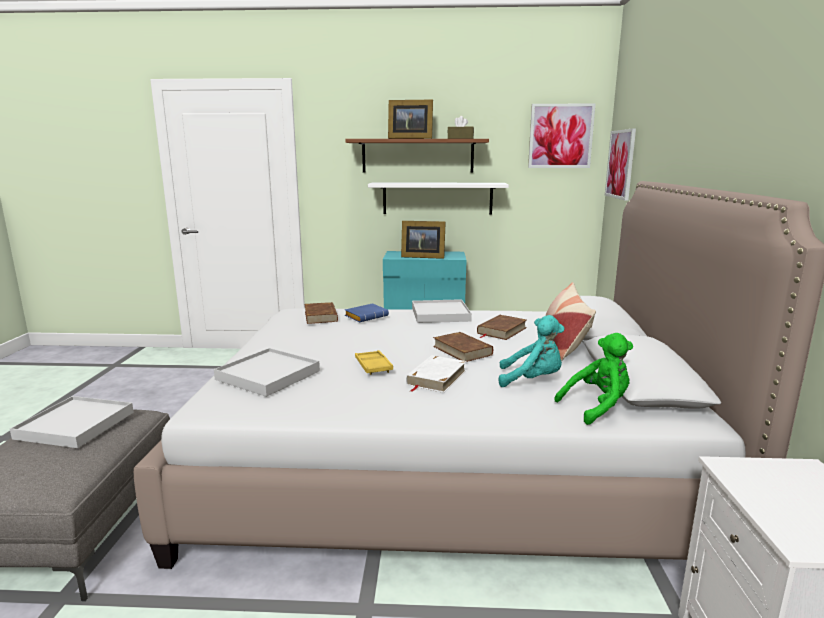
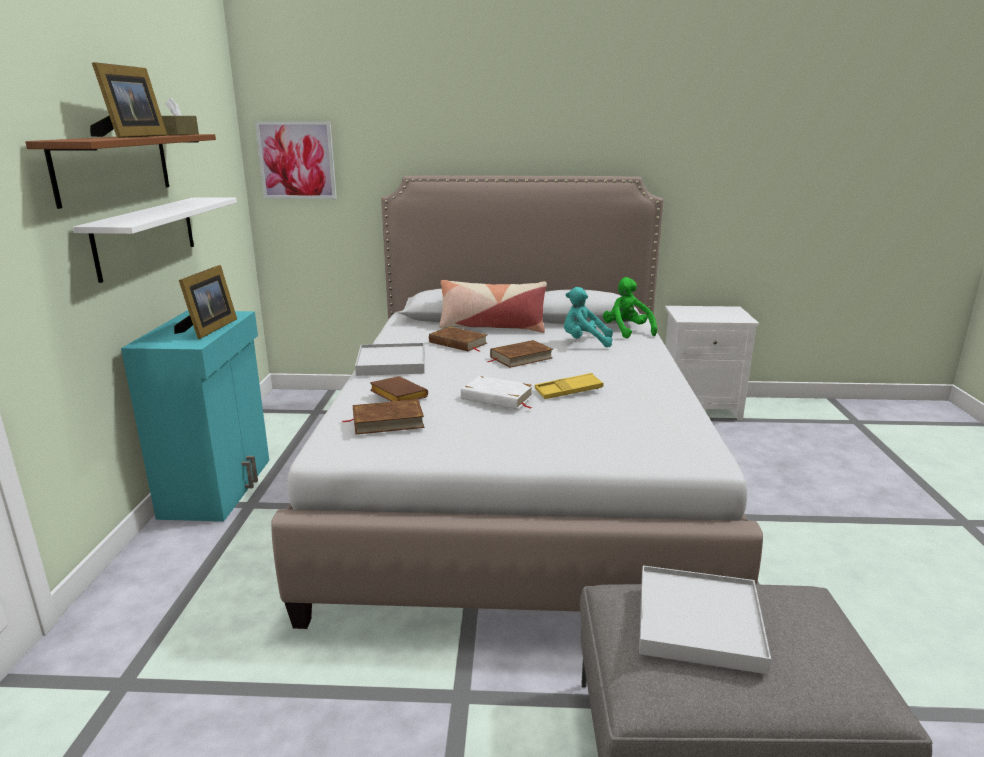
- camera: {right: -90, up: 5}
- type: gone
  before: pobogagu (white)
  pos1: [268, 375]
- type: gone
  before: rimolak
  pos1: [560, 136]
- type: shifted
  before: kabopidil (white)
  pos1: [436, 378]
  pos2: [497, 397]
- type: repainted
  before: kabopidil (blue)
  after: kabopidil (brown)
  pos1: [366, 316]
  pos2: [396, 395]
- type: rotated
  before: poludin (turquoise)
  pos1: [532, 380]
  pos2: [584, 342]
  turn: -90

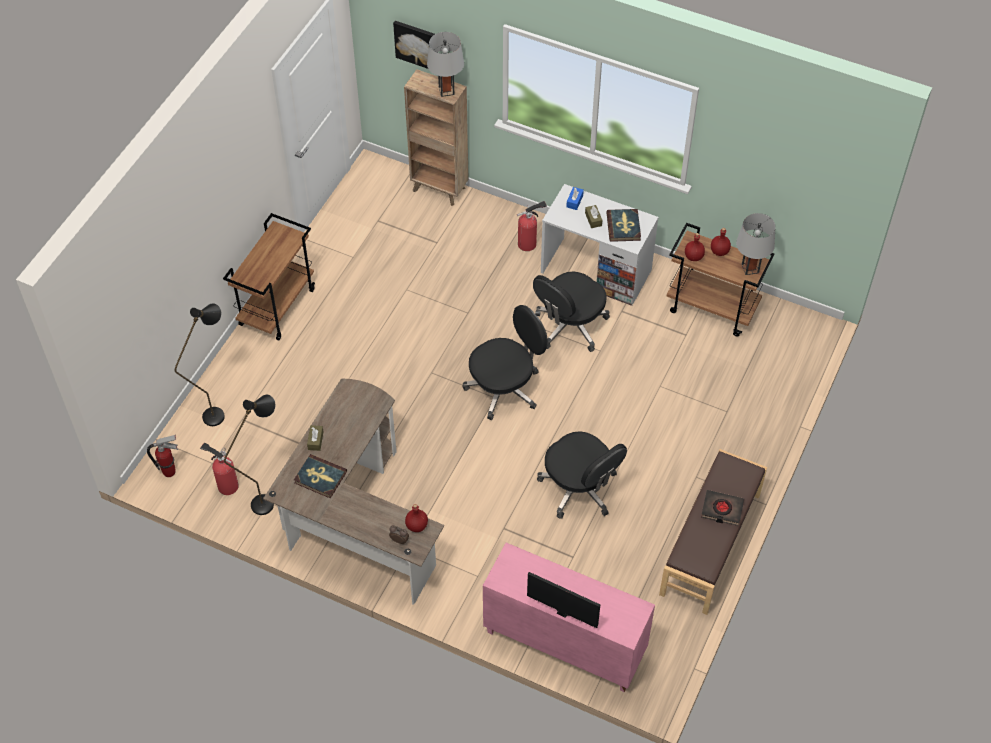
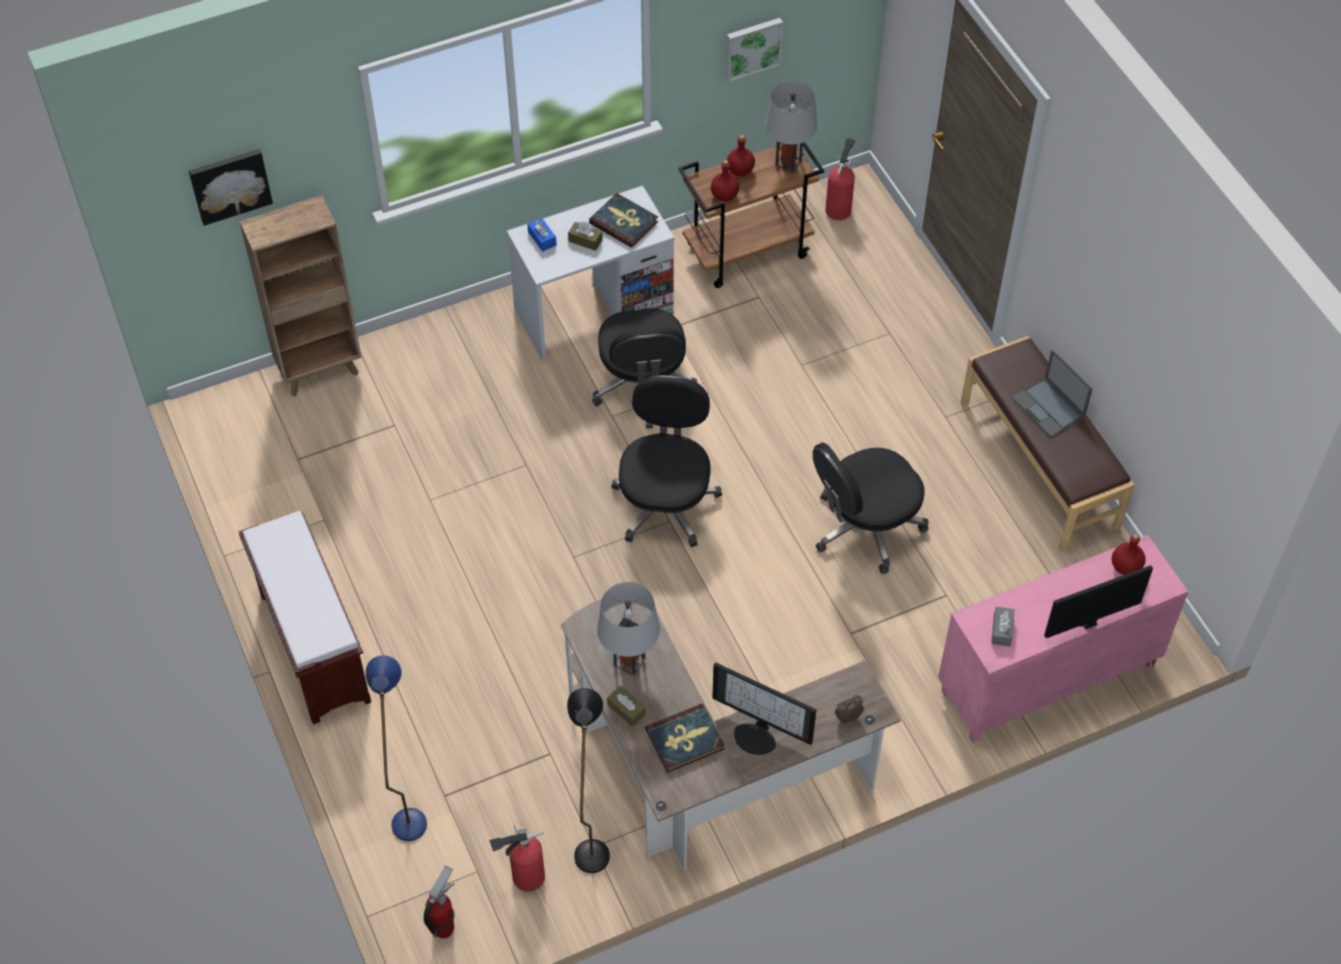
- camera: {right: -50, up: 0}
- type: new
  after: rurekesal
  pos2: [757, 735]
- type: new
  after: rimolak
  pos2: [752, 47]
- type: new
  after: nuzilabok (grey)
  pos2: [1002, 630]
- type: shifted
  before: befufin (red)
  pos1: [416, 525]
  pos2: [1125, 567]
- type: shifted
  before: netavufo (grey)
  pos1: [446, 90]
  pos2: [629, 661]
- type: shifted
  before: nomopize
  pos1: [529, 243]
  pos2: [839, 208]
- type: swapped
  before: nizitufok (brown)
  after: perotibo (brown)
  pos1: [277, 306]
  pos2: [313, 646]
- type: swapped
  before: kabopidil (black)
  after: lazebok
  pos1: [722, 509]
  pos2: [1049, 408]
- type: repainted
  before: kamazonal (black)
  after: kamazonal (blue)
  pos1: [220, 412]
  pos2: [408, 813]
- type: rotated
  before: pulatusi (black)
  pos1: [580, 488]
  pos2: [865, 527]
  turn: 150

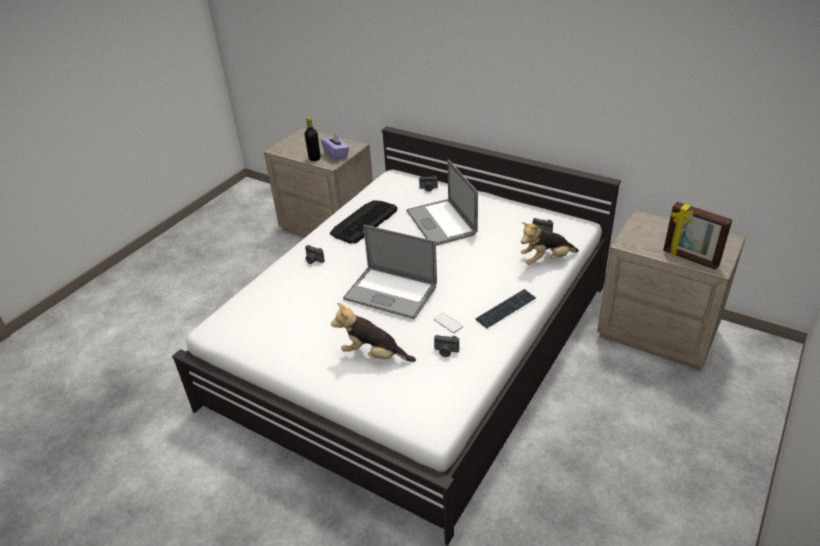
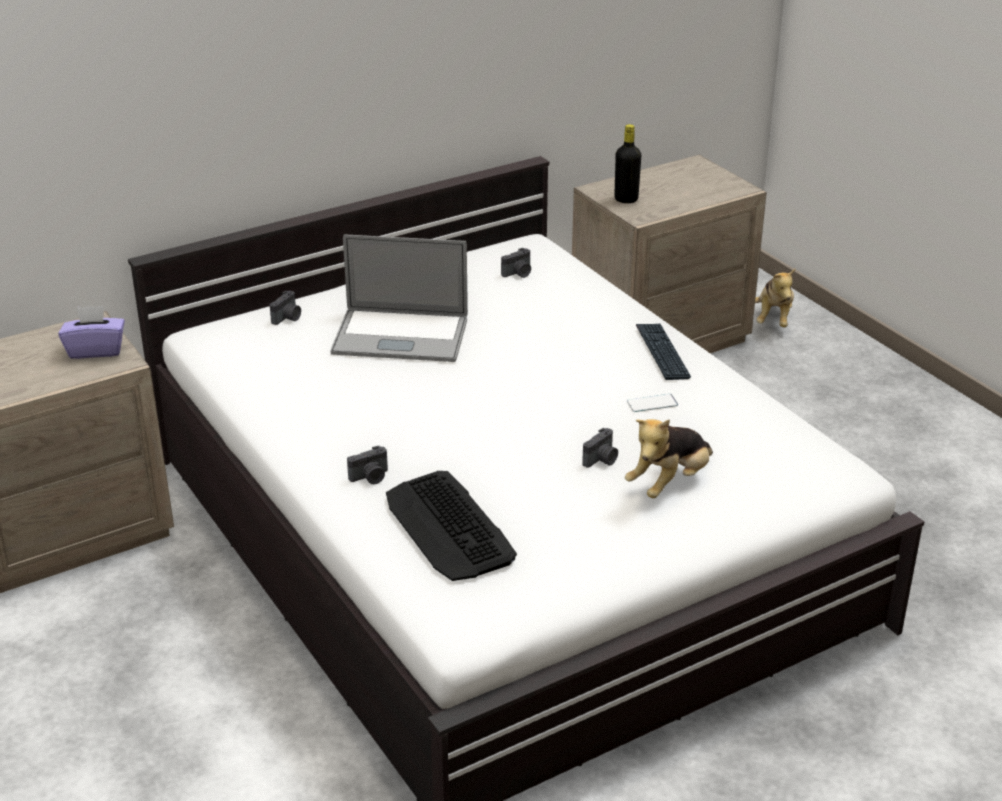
- camera: {right: -65, up: -5}
- type: gone
  before: lazebok
  pos1: [390, 292]
- type: gone
  before: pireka
  pos1: [690, 258]
- type: shifted
  before: befufin (black)
  pos1: [314, 158]
  pos2: [626, 199]
- type: shifted
  before: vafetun
  pos1: [364, 222]
  pos2: [448, 527]
- type: shifted
  before: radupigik
  pos1: [446, 351]
  pos2: [602, 460]
- type: shifted
  before: poludin
  pos1: [546, 260]
  pos2: [773, 318]

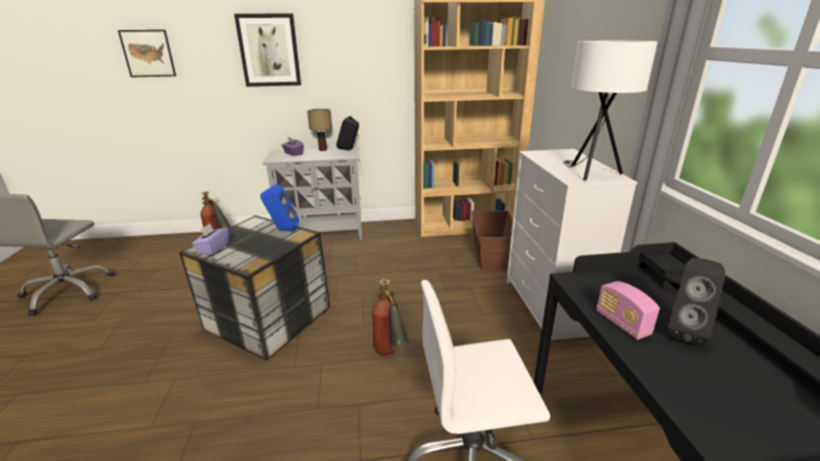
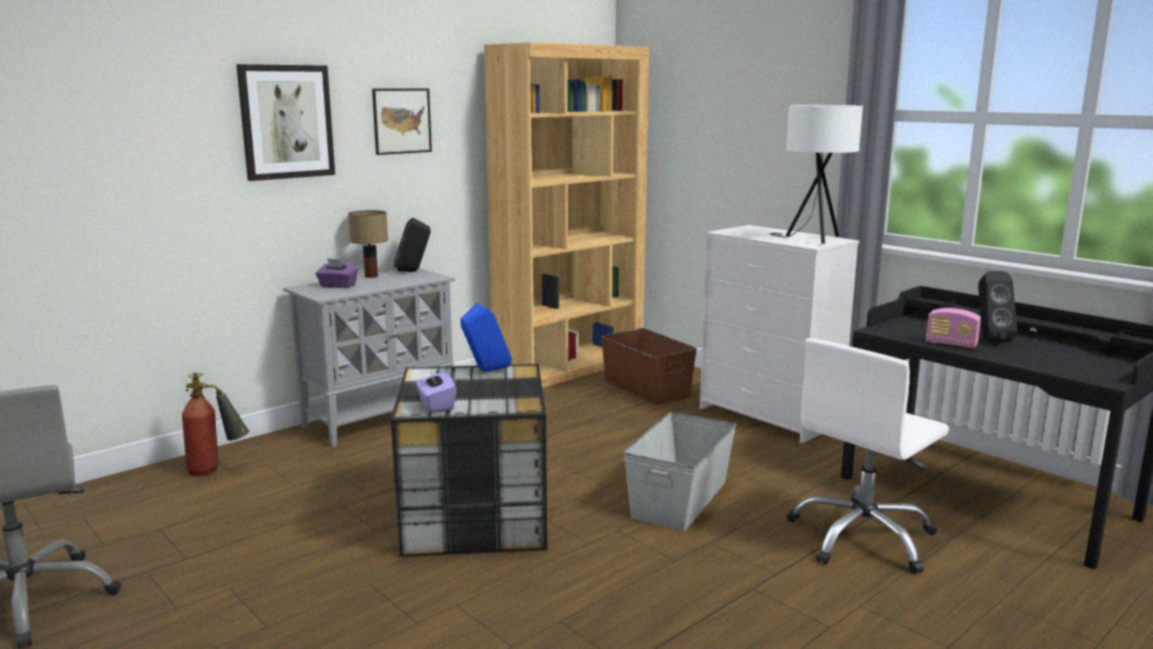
- camera: {right: -35, up: -10}
- type: shifted
  before: rimolak
  pos1: [148, 53]
  pos2: [402, 121]
- type: swapped
  before: nomopize
  after: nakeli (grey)
  pos1: [390, 355]
  pos2: [678, 499]

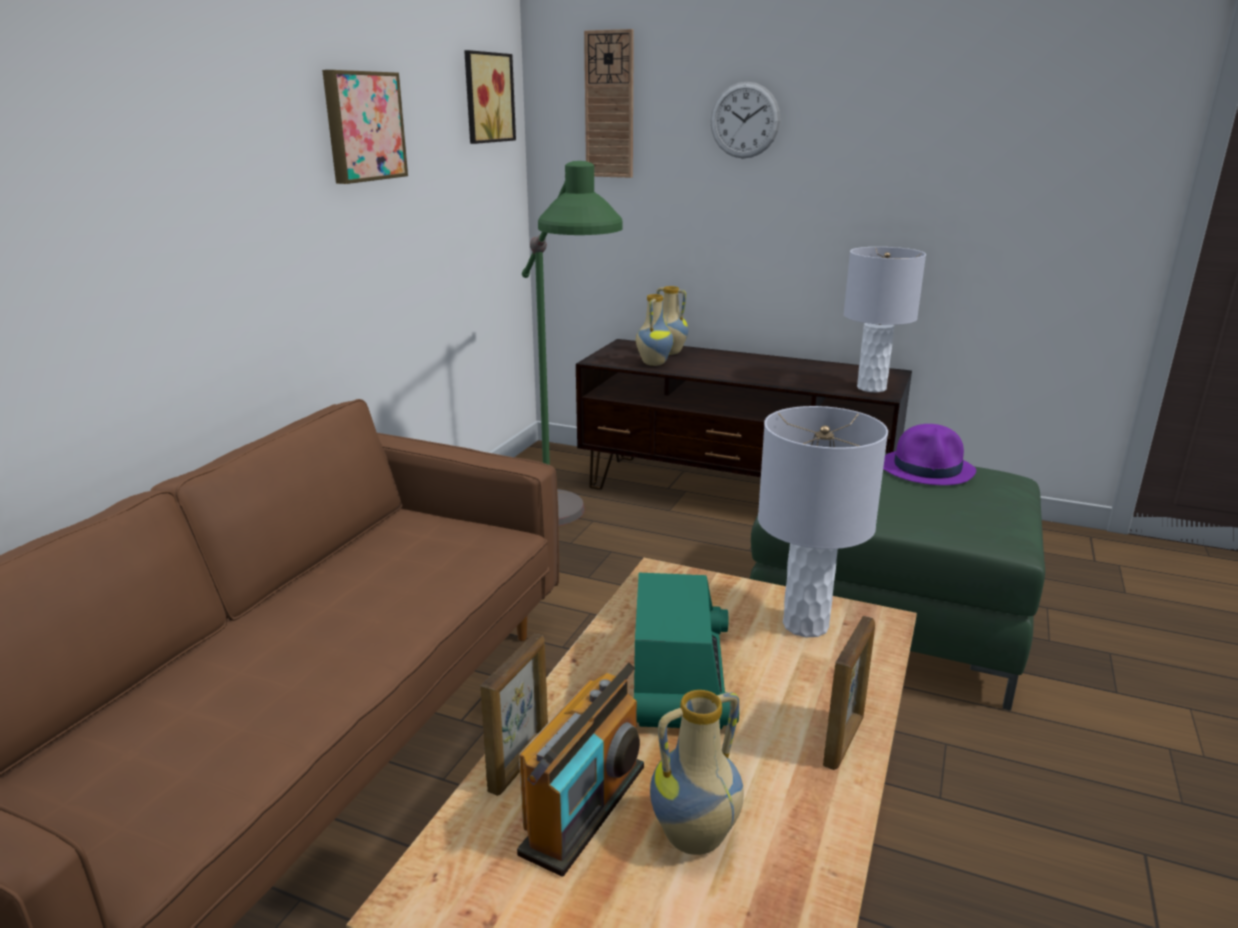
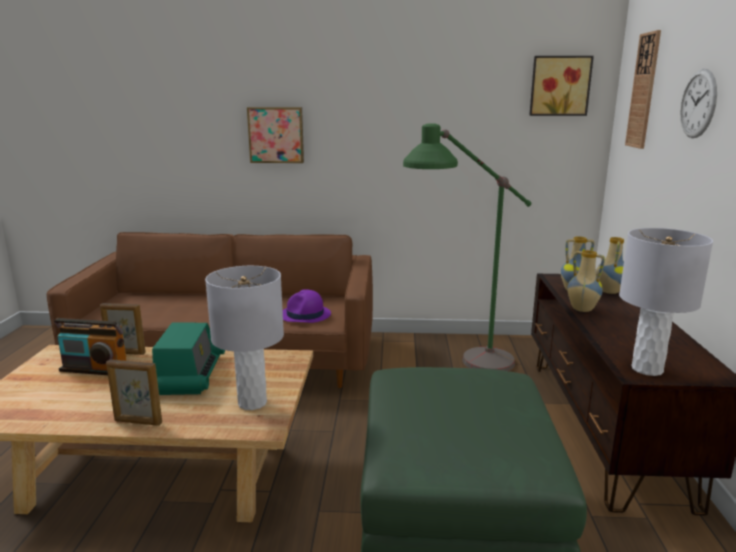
- camera: {right: 70, up: -5}
- type: shifted
  before: rimolak
  pos1: [363, 126]
  pos2: [276, 135]
- type: shifted
  before: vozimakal
  pos1: [695, 839]
  pos2: [581, 309]
- type: shifted
  before: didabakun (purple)
  pos1: [928, 469]
  pos2: [305, 315]
- type: rotated
  before: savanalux
  pos1: [680, 678]
  pos2: [190, 375]
  turn: -75

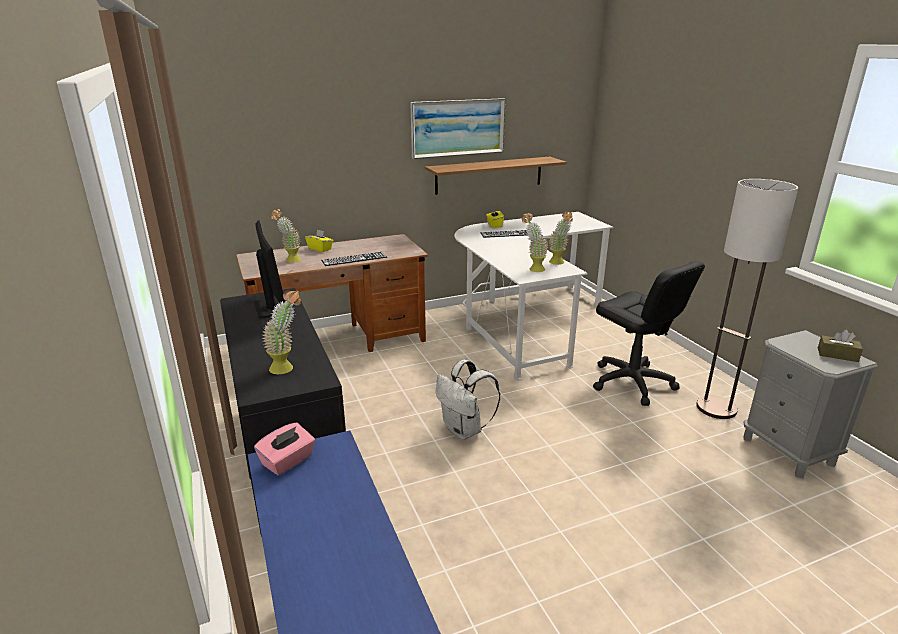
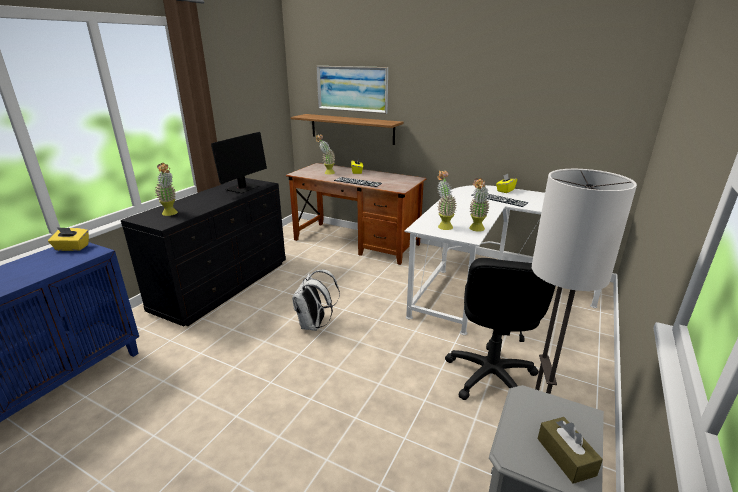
- camera: {right: 50, up: 0}
- type: shifted
  before: rimolak
  pos1: [458, 128]
  pos2: [352, 89]
- type: shifted
  before: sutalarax
  pos1: [489, 175]
  pos2: [352, 129]
- type: repainted
  before: nuzilabok (pink)
  after: nuzilabok (yellow)
  pos1: [288, 461]
  pos2: [72, 248]

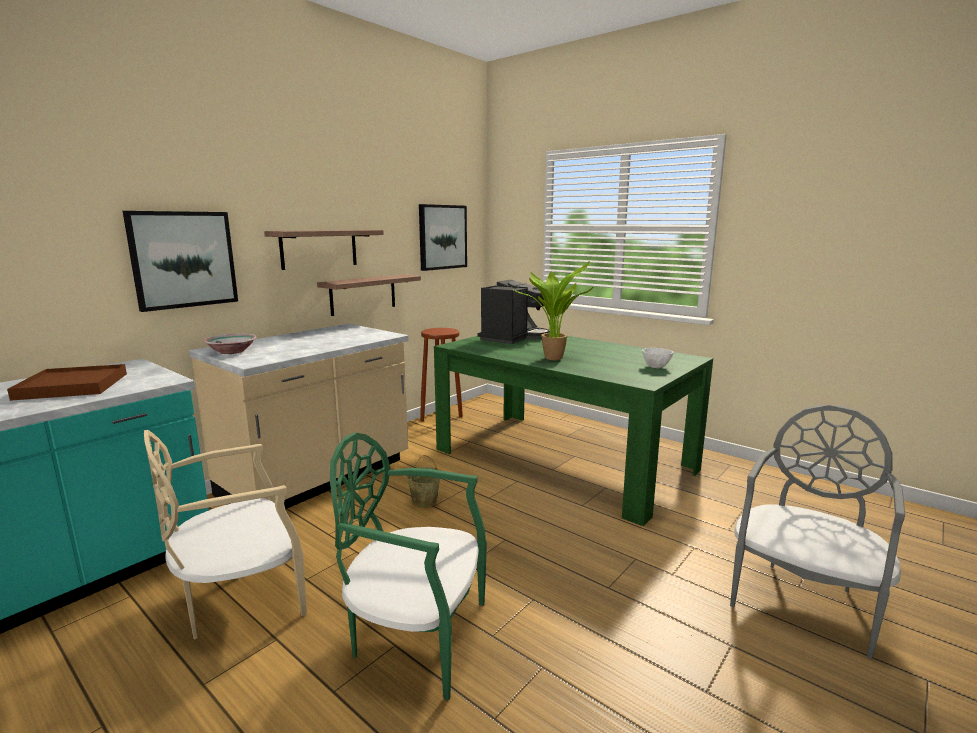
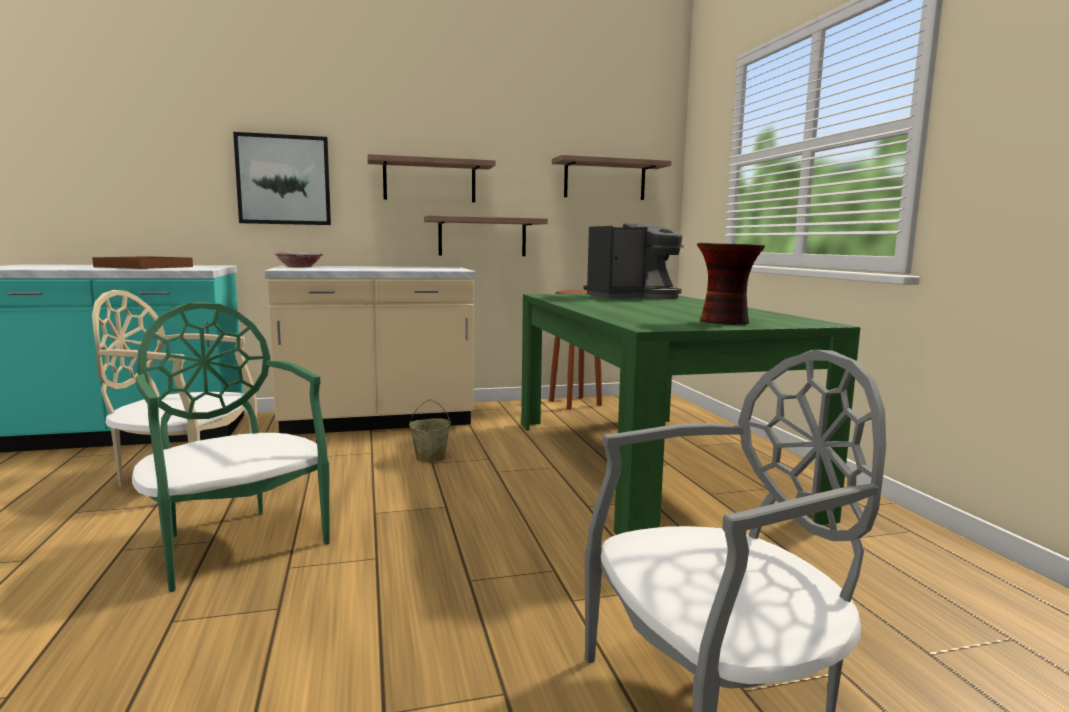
- camera: {right: 35, up: -5}
- type: gone
  before: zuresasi
  pos1: [553, 358]
- type: swapped
  before: rimolak
  after: sutalarax
  pos1: [442, 237]
  pos2: [604, 180]
- type: swapped
  before: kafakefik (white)
  after: vozimakal
  pos1: [656, 367]
  pos2: [726, 322]

